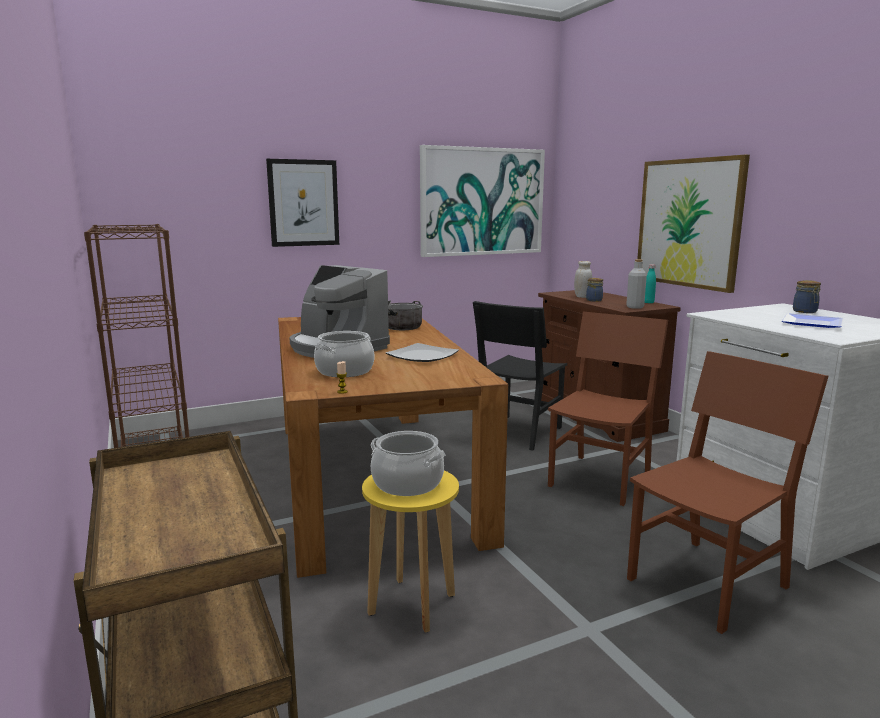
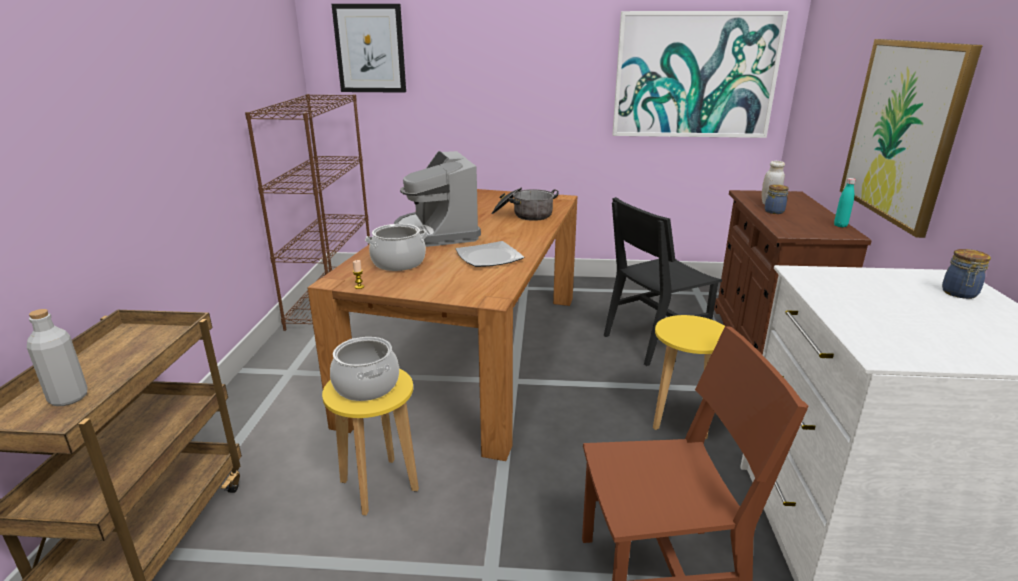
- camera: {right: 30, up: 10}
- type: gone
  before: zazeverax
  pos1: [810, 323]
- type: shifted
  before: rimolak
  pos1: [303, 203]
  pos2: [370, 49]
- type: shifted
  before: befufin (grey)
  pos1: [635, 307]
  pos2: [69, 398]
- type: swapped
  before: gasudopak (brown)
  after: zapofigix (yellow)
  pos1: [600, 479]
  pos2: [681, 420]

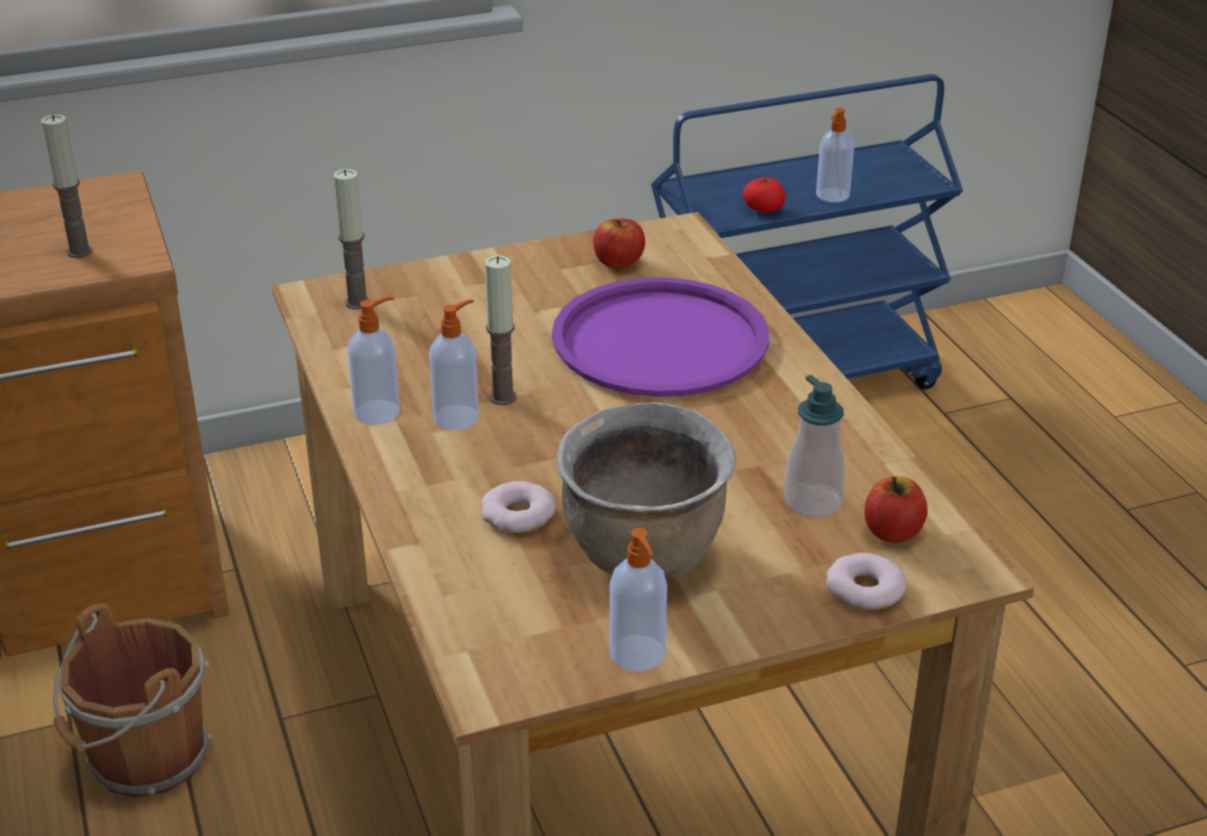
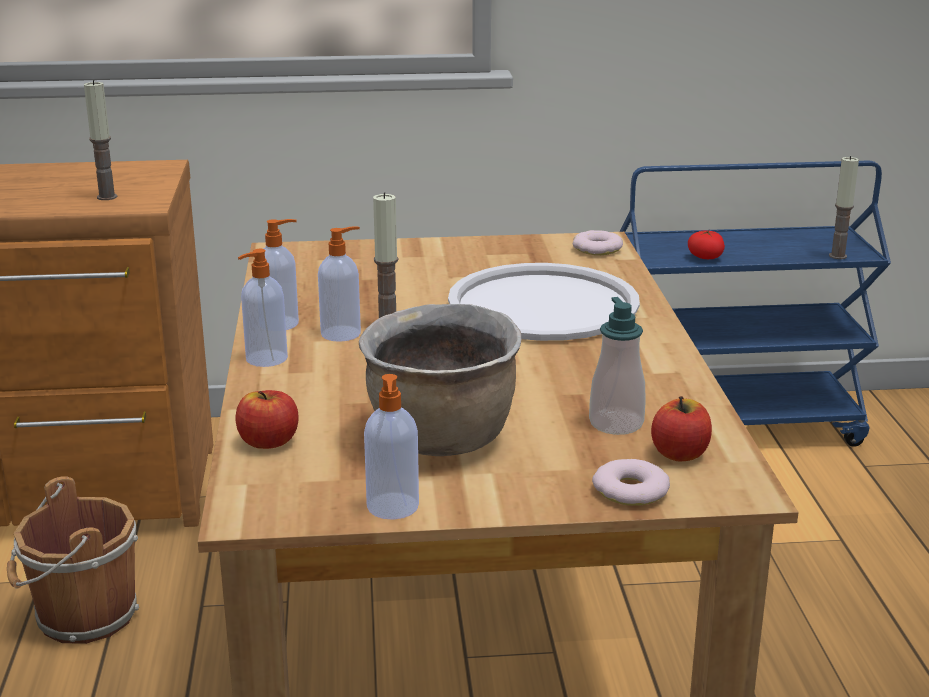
- camera: {right: 15, up: -10}
- type: shifted
  before: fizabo
  pos1: [357, 303]
  pos2: [838, 256]
- type: shifted
  before: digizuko
  pos1: [518, 515]
  pos2: [597, 249]
- type: shifted
  before: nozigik
  pos1: [618, 262]
  pos2: [268, 442]
- type: shifted
  before: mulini
  pos1: [832, 196]
  pos2: [265, 359]
- type: repainted
  before: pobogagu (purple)
  after: pobogagu (white)
  pos1: [659, 340]
  pos2: [543, 304]

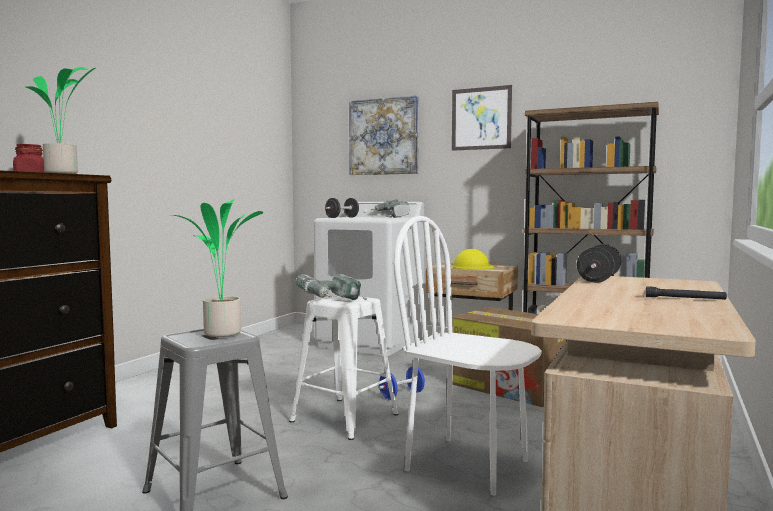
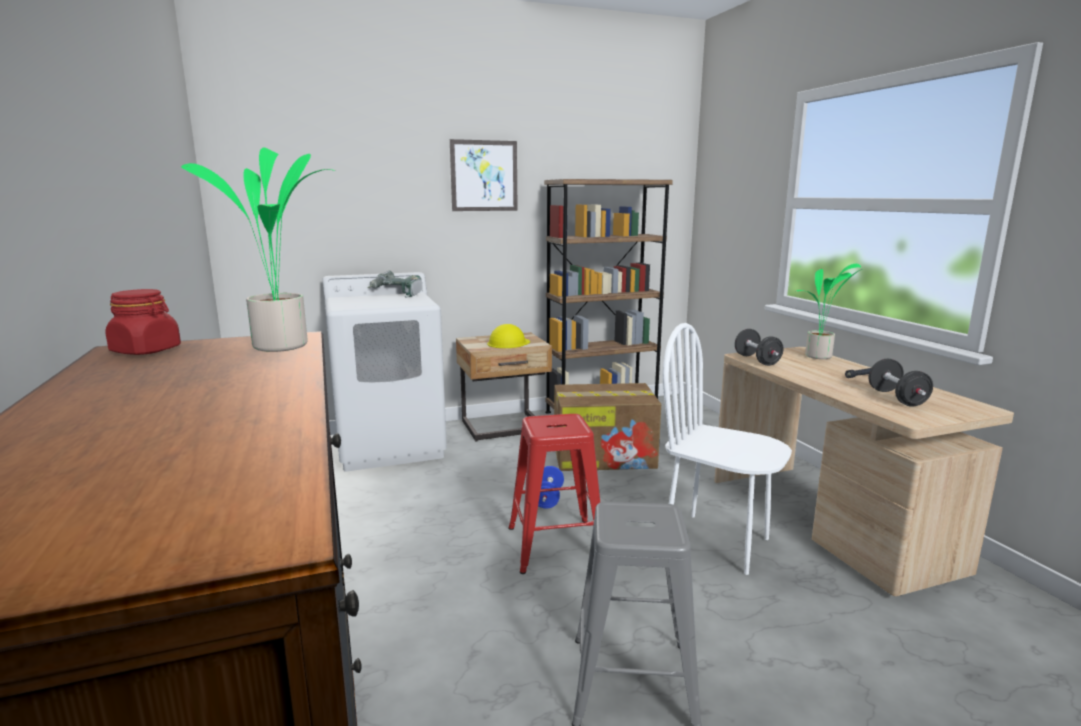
- camera: {right: -45, up: 10}
- type: gone
  before: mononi
  pos1: [333, 302]
- type: gone
  before: rimolak
  pos1: [384, 136]
- type: shifted
  before: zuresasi
  pos1: [221, 334]
  pos2: [820, 357]
- type: shifted
  before: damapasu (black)
  pos1: [342, 217]
  pos2: [897, 398]
- type: repainted
  before: zapofigix (white)
  after: zapofigix (red)
  pos1: [343, 418]
  pos2: [555, 545]
- type: rotated
  before: gasudopak (white)
  pos1: [467, 464]
  pos2: [716, 543]
  turn: 45

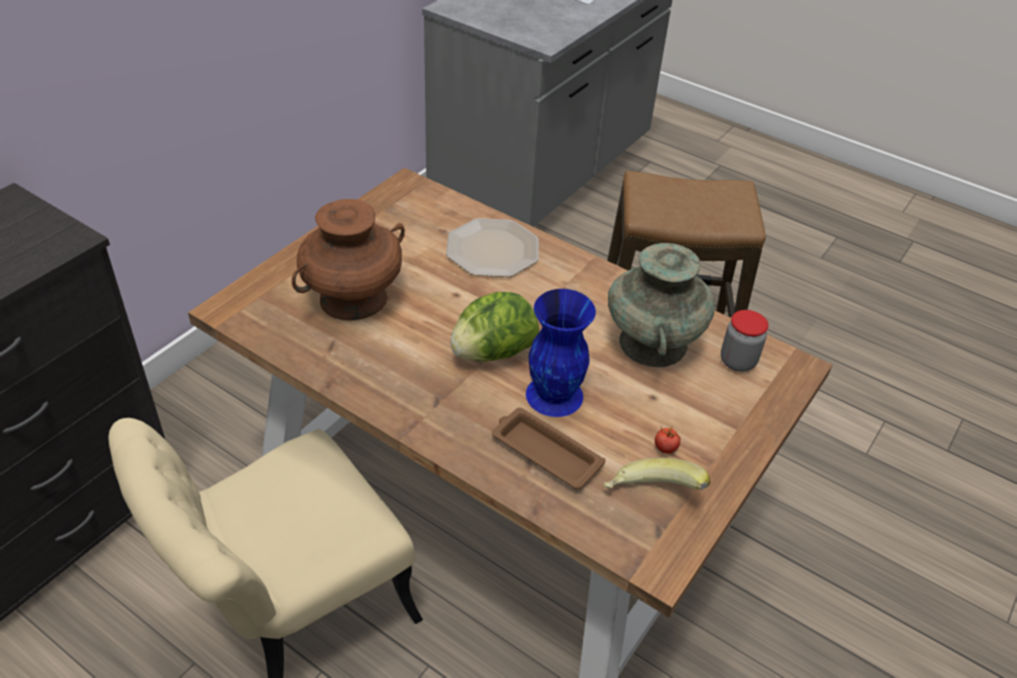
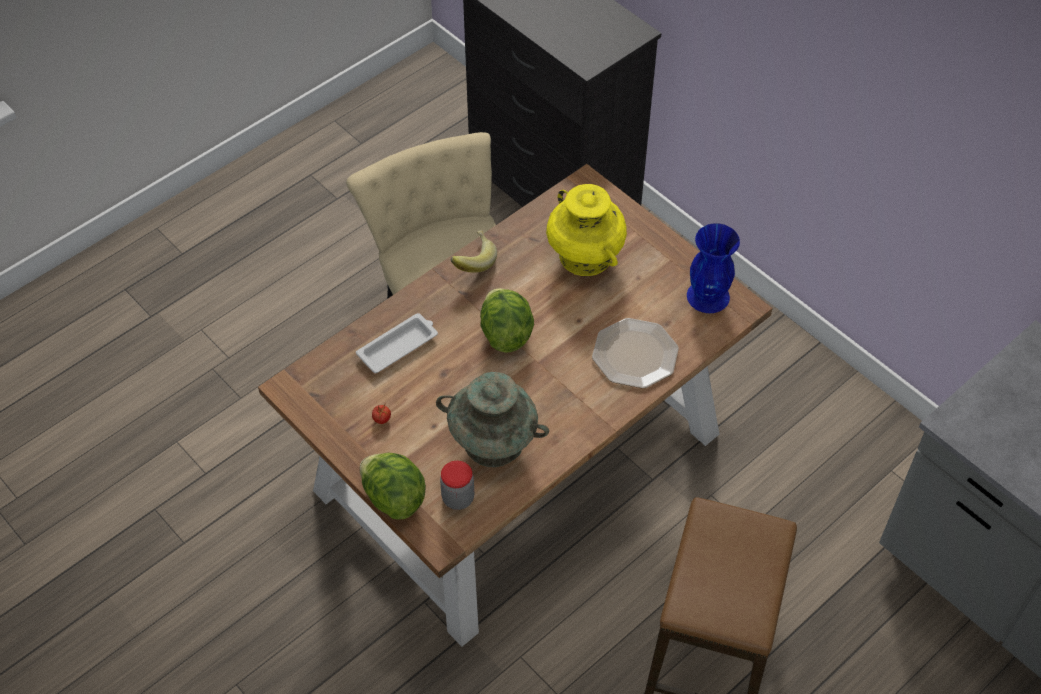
- camera: {right: 105, up: 10}
- type: new
  after: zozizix
  pos2: [393, 497]
- type: shifted
  before: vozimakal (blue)
  pos1: [555, 394]
  pos2: [708, 297]
- type: shifted
  before: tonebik
  pos1: [651, 497]
  pos2: [472, 261]
- type: repainted
  before: vozimakal (brown)
  after: vozimakal (yellow)
  pos1: [354, 298]
  pos2: [585, 256]
- type: repainted
  before: pobogagu (brown)
  after: pobogagu (white)
  pos1: [544, 452]
  pos2: [399, 346]

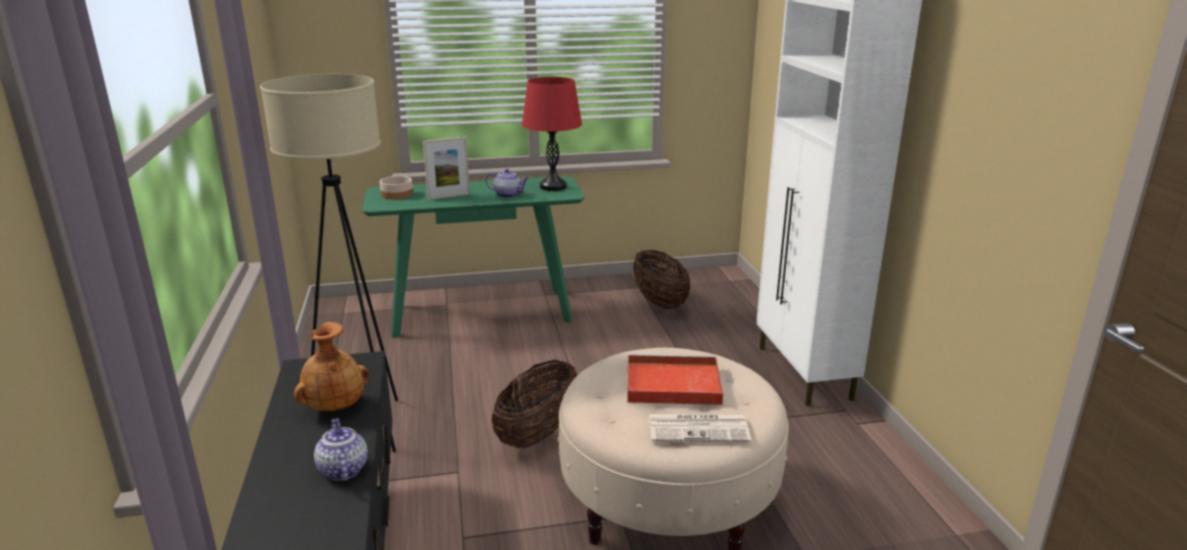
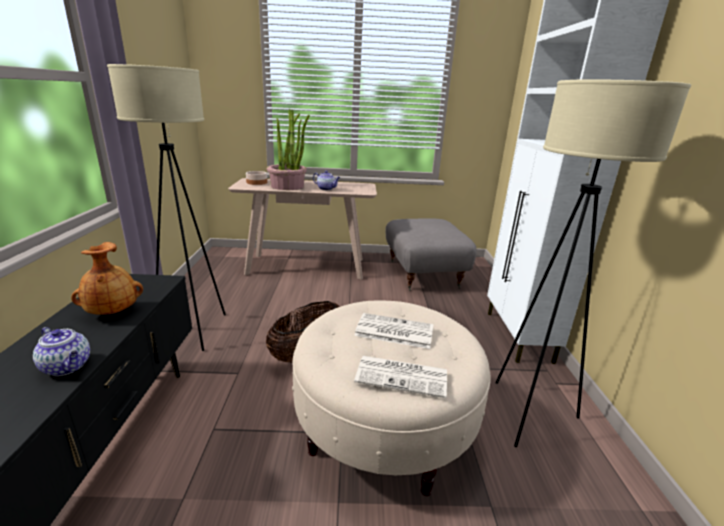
- camera: {right: 10, up: 0}
- type: gone
  before: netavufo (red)
  pos1: [553, 187]
- type: new
  after: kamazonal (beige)
  pos2: [528, 414]
- type: swapped
  before: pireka
  after: zuresasi
  pos1: [448, 196]
  pos2: [288, 186]
- type: swapped
  before: pobogagu (red)
  after: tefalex
  pos1: [670, 384]
  pos2: [393, 331]
- type: swapped
  before: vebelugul
  after: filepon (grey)
  pos1: [659, 302]
  pos2: [425, 274]
- type: repainted
  before: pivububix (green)
  after: pivububix (beige)
  pos1: [481, 312]
  pos2: [306, 266]
- type: rotated
  before: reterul
  pos1: [342, 469]
  pos2: [68, 367]
  turn: 135

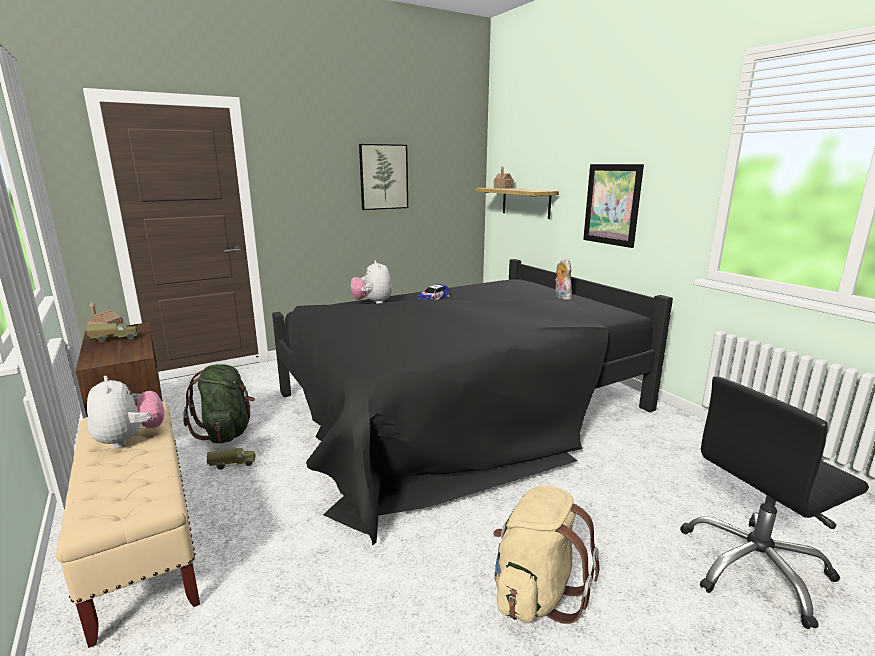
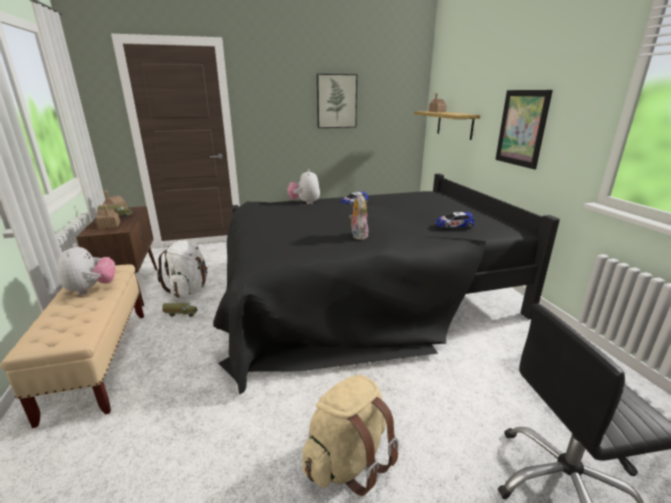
- camera: {right: 15, up: 5}
- type: new
  after: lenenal
  pos2: [109, 225]
- type: new
  after: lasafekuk
  pos2: [454, 225]
- type: shifted
  before: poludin
  pos1: [561, 297]
  pos2: [358, 235]
- type: repainted
  before: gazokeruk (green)
  after: gazokeruk (white)
  pos1: [226, 432]
  pos2: [189, 290]

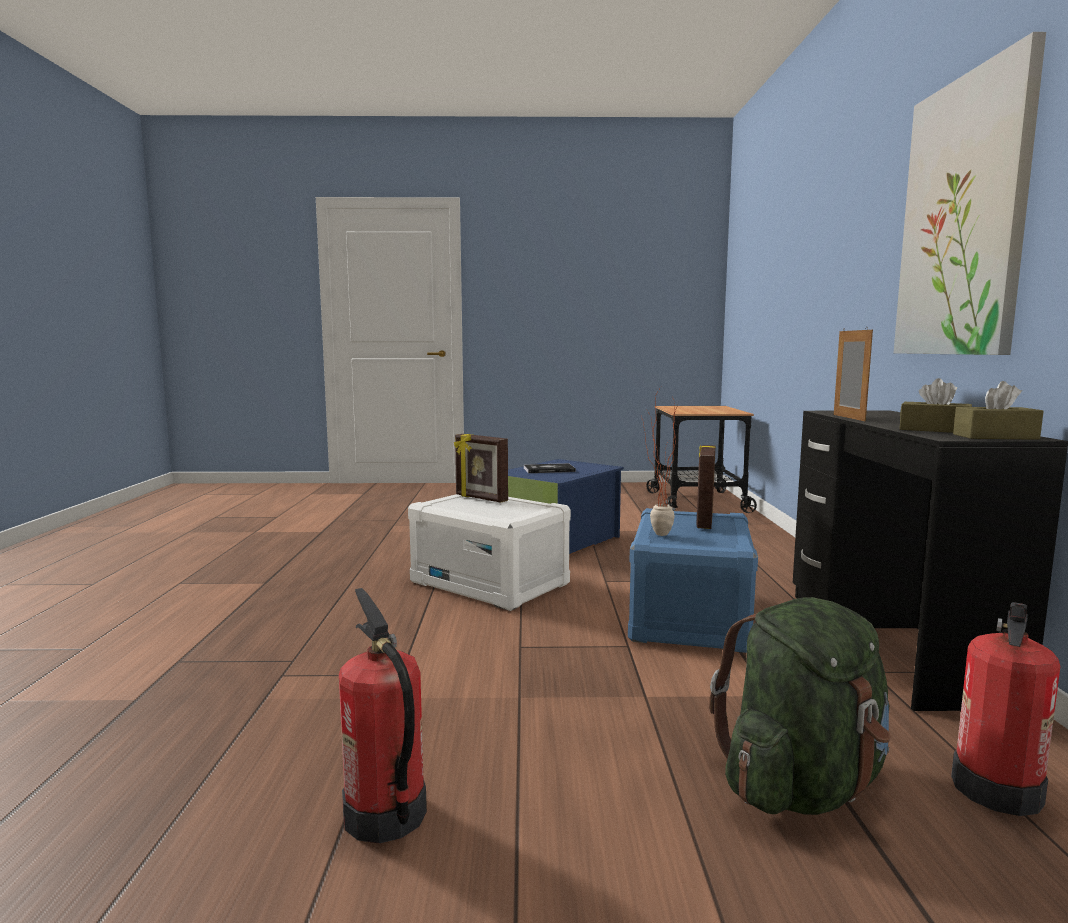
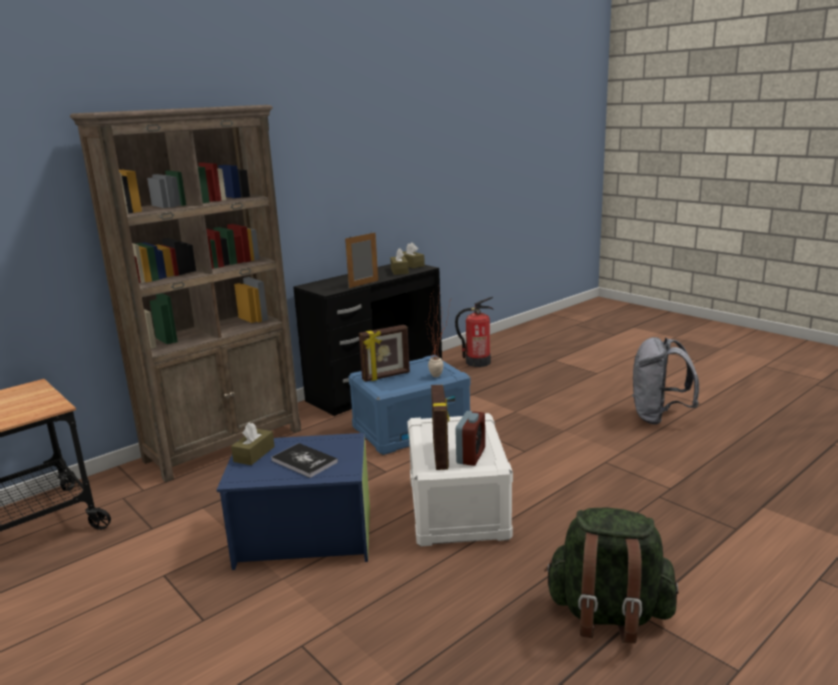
- camera: {right: -130, up: 10}
- type: gone
  before: rimolak
  pos1: [963, 218]
- type: new
  after: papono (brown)
  pos2: [225, 444]
- type: new
  after: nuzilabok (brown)
  pos2: [254, 454]
- type: new
  after: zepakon
  pos2: [471, 456]
- type: shifted
  before: gazokeruk (green)
  pos1: [802, 786]
  pos2: [608, 615]
- type: swapped
  before: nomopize
  after: gazokeruk (grey)
  pos1: [385, 815]
  pos2: [658, 417]

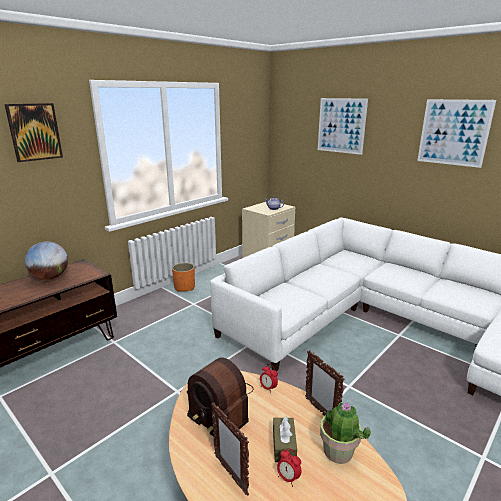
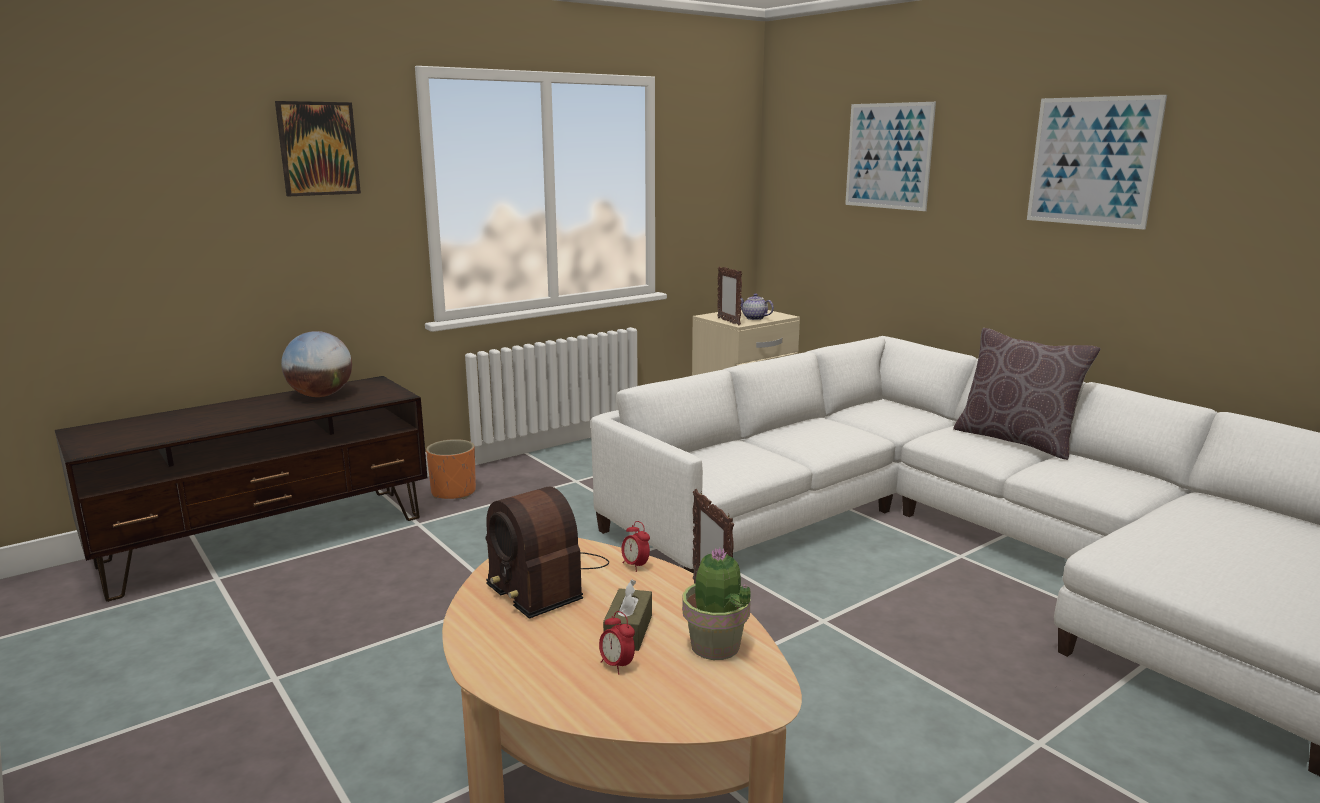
- camera: {right: 10, up: -5}
- type: new
  after: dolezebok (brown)
  pos2: [1016, 440]
- type: shifted
  before: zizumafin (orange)
  pos1: [184, 287]
  pos2: [453, 492]
- type: shifted
  before: pireka
  pos1: [230, 474]
  pos2: [728, 321]

